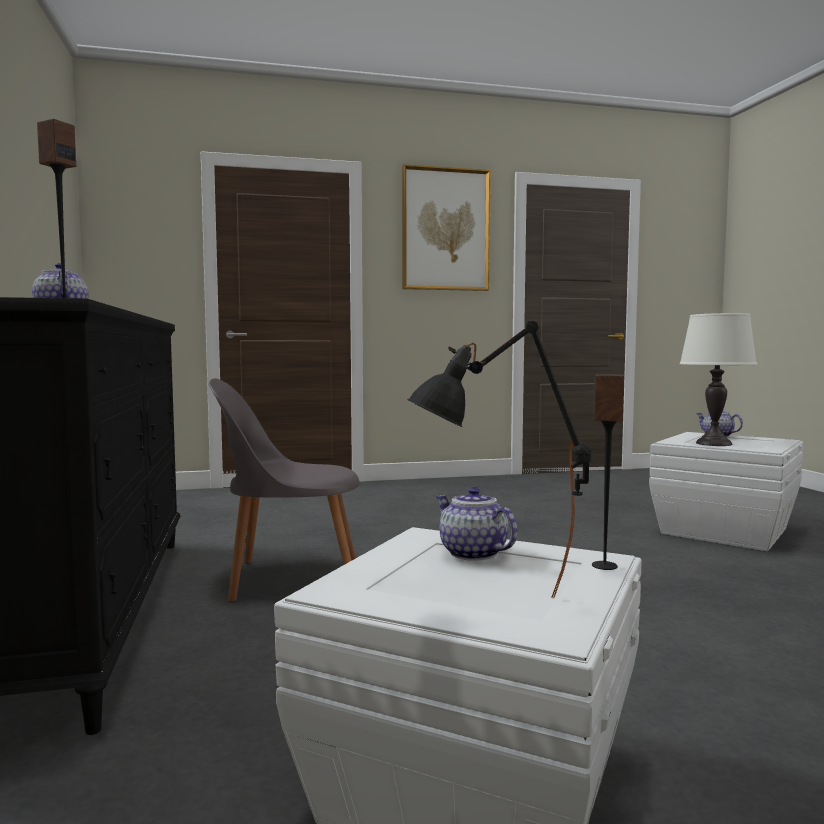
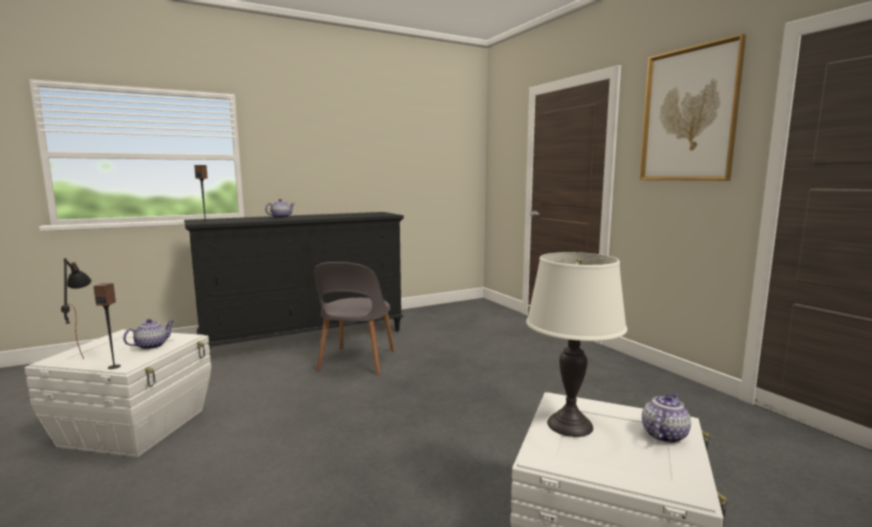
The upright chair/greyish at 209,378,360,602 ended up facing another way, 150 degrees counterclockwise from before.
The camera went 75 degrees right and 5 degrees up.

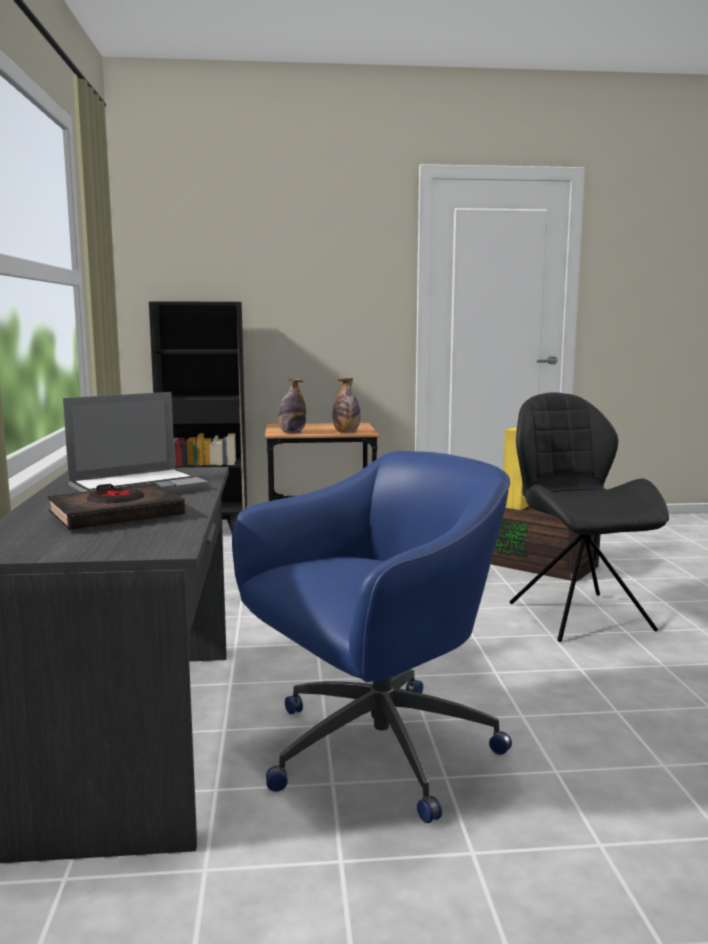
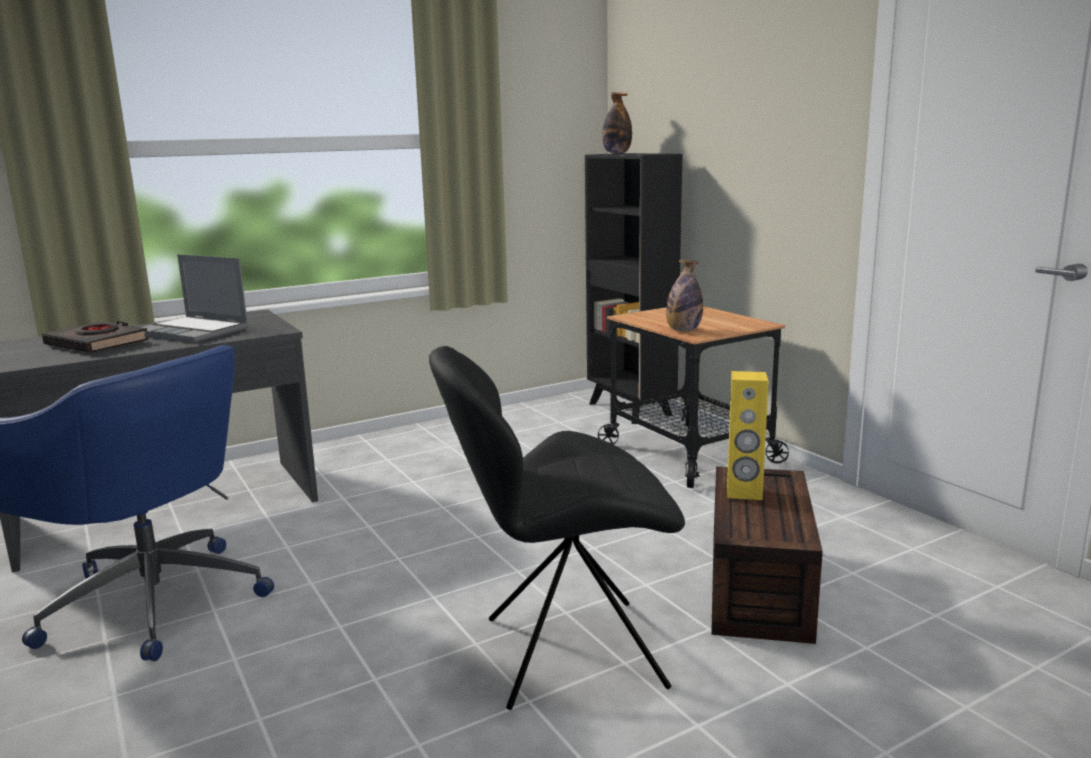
The bottle ended up elsewhere, having gone from 278,378,306,433 to 602,92,632,154.
The upright chair/black-coloured at 510,392,669,642 ended up facing another way, 150 degrees counterclockwise from before.
The camera went 65 degrees right and 5 degrees up.

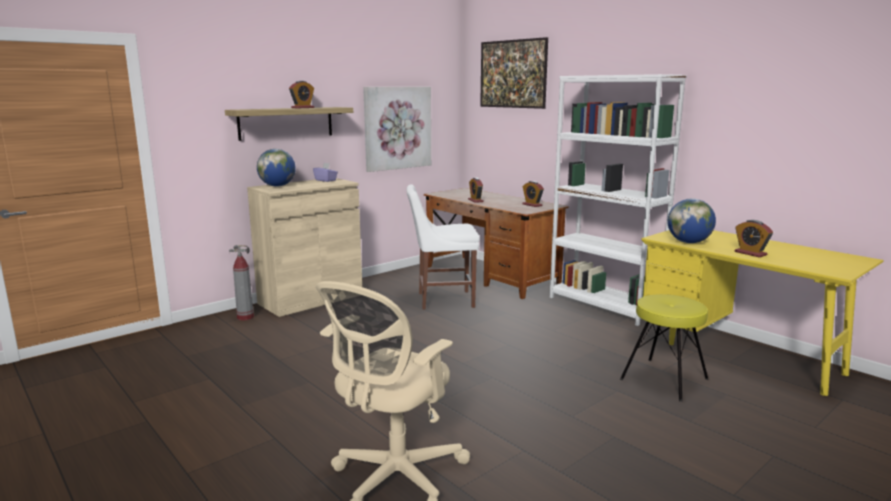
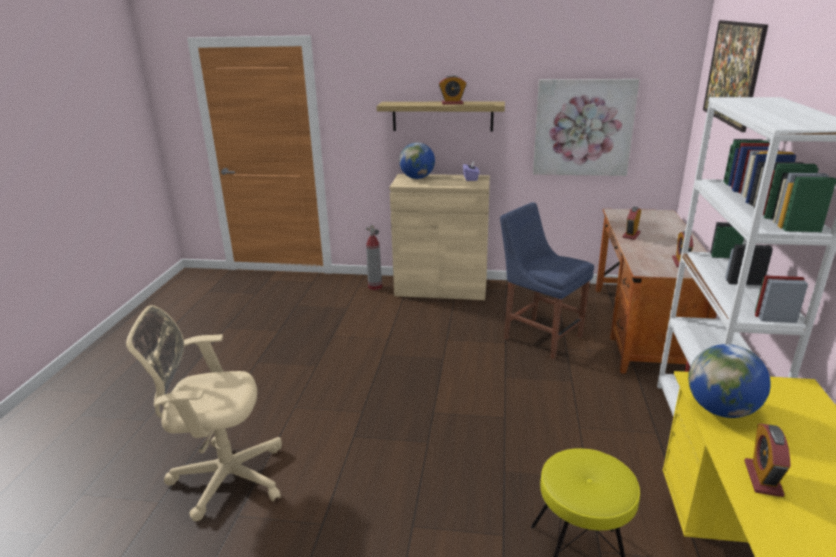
What was the upright chair/white at 407,185,480,310 turned into the upright chair/blue-coloured at 500,202,594,359.
The camera went 50 degrees right and 10 degrees up.

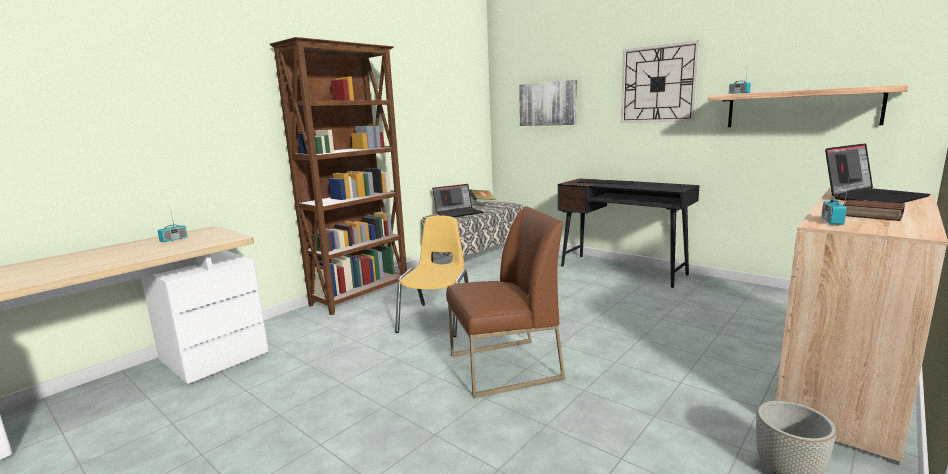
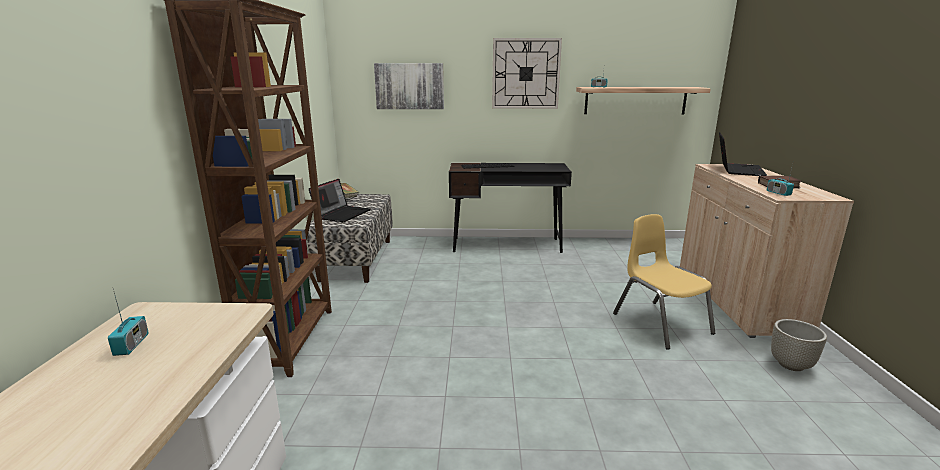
The upright chair/yellow-coloured ended up elsewhere, having gone from 395,216,469,337 to 613,214,716,350.
The second view lost the upright chair/brownish at 446,206,565,398.
The camera went 40 degrees left and 5 degrees up.

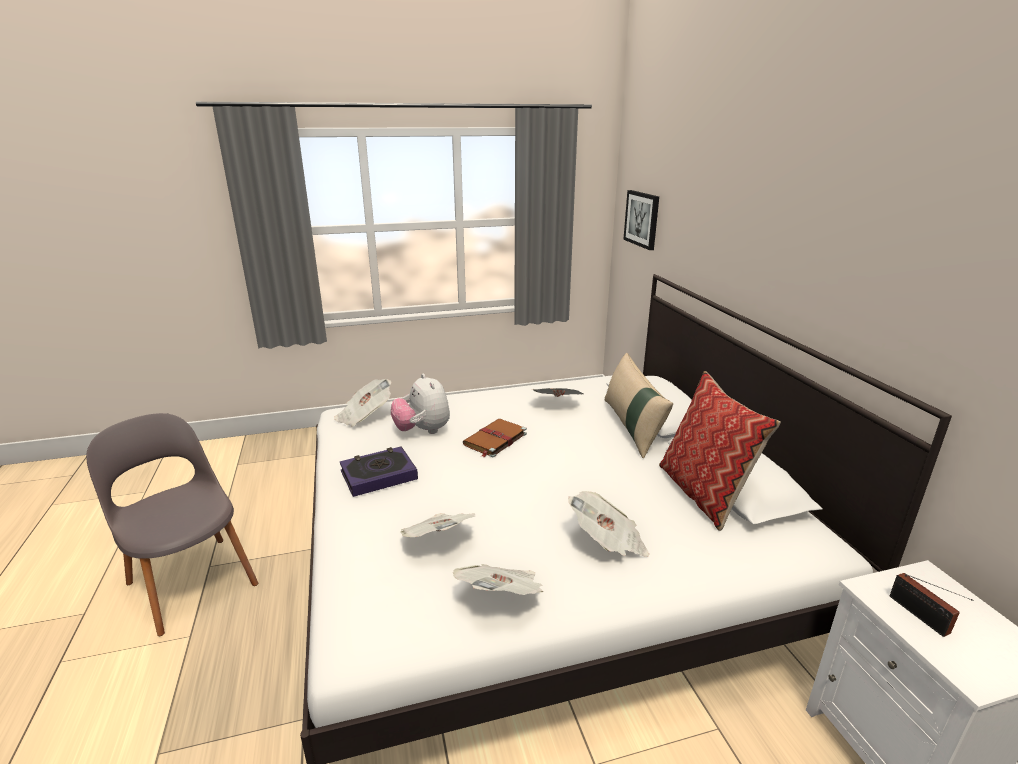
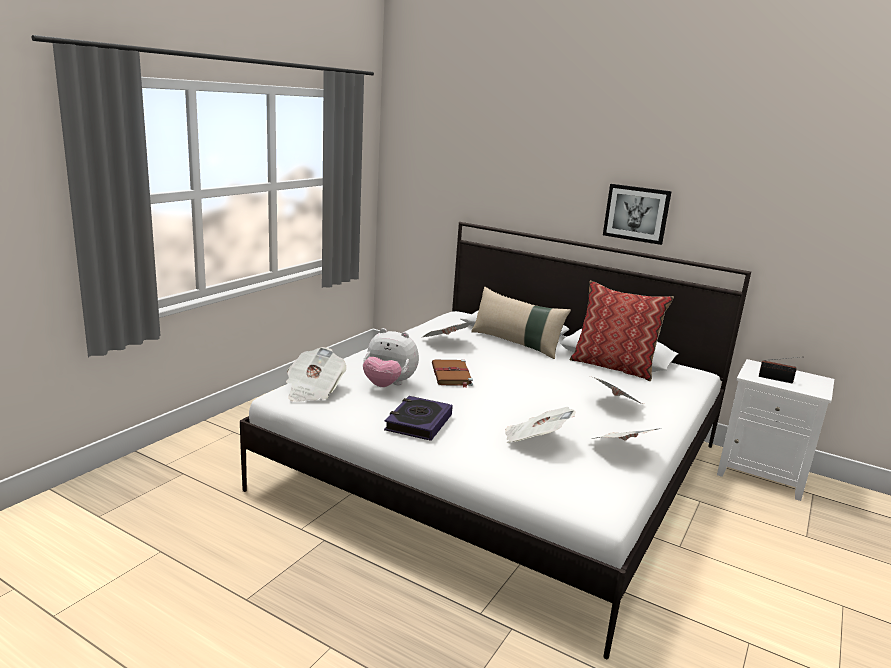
The second view lost the upright chair/greyish at 86,413,258,636.
The picture ended up elsewhere, having gone from 623,190,659,250 to 603,184,672,245.
The camera went 45 degrees left and 5 degrees down.

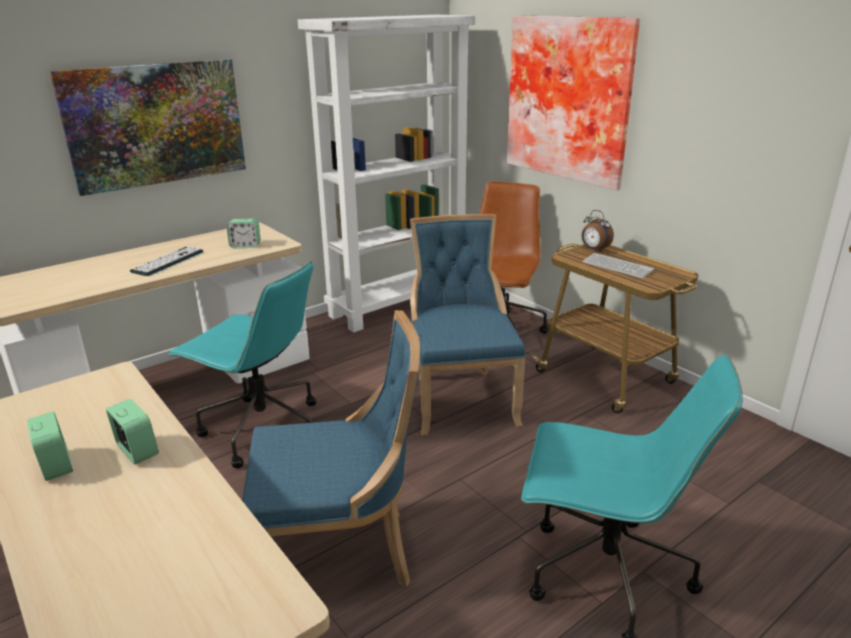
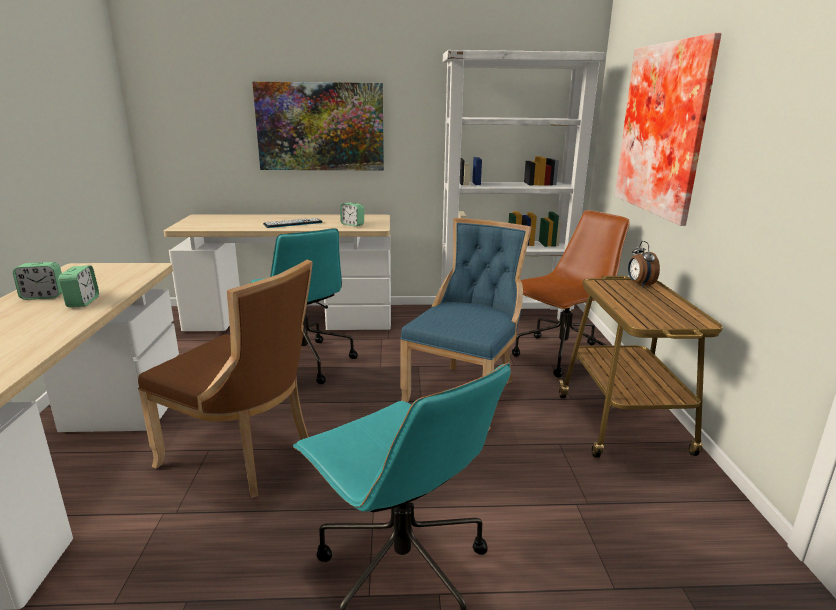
The table clock at 27,411,73,481 ended up facing another way, 75 degrees clockwise from before.
What was the upright chair/blue-coloured at 242,310,420,587 turned into the upright chair/brownish at 138,260,313,498.
The second view lost the PC keyboard at 582,253,654,278.
The camera went 35 degrees right and 5 degrees down.

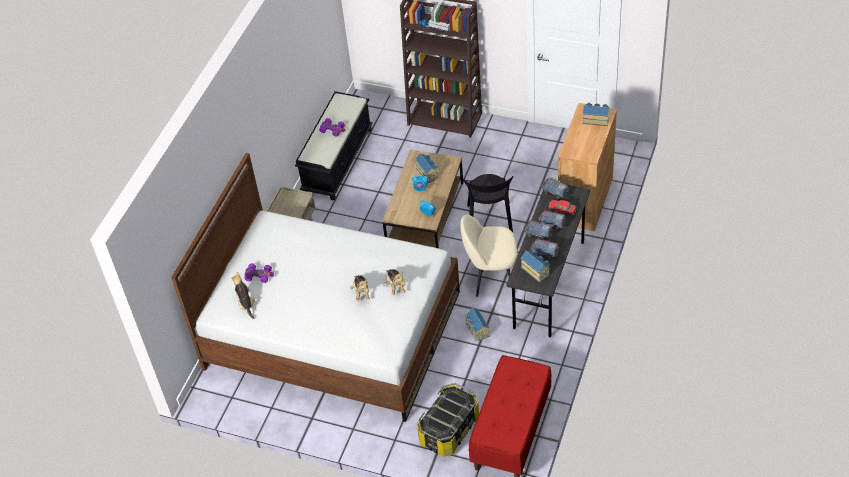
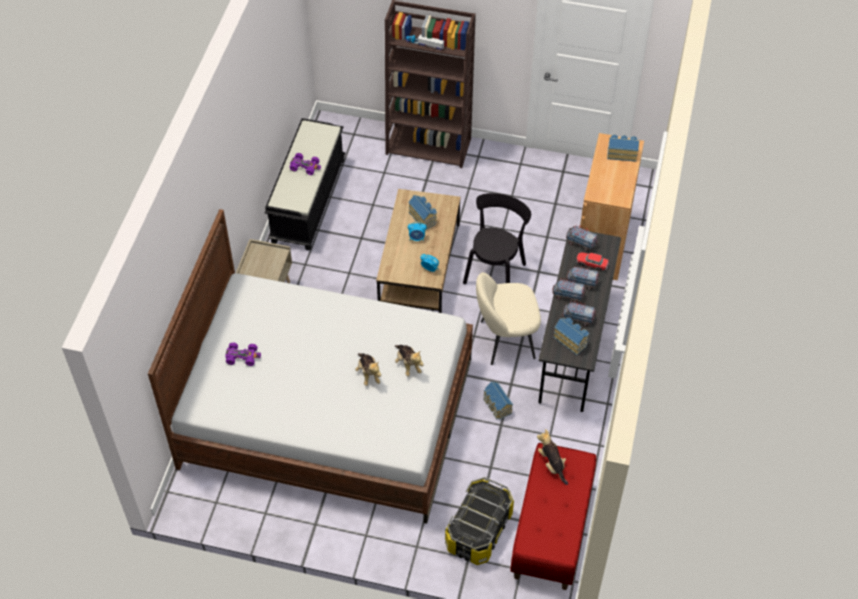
The plush toy ended up elsewhere, having gone from 232,272,256,319 to 537,429,568,485.
The upright chair/black-coloured at 463,174,513,233 ended up facing another way, 150 degrees counterclockwise from before.
The camera went 10 degrees left and 5 degrees up.

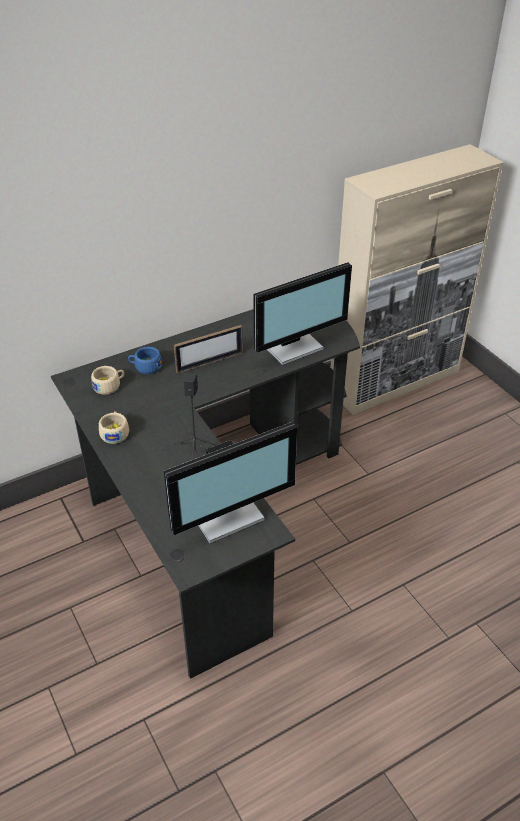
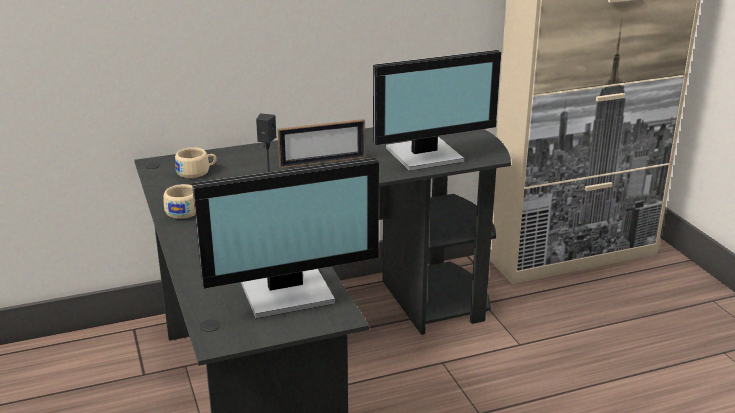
The second view lost the drinking cup/blue-coloured at 128,347,162,374.
The camera went 10 degrees right and 15 degrees down.

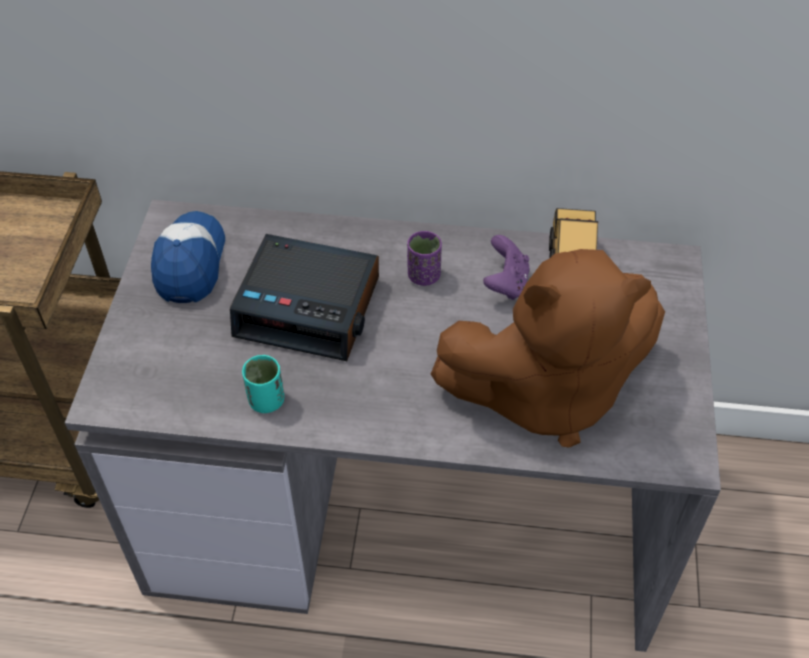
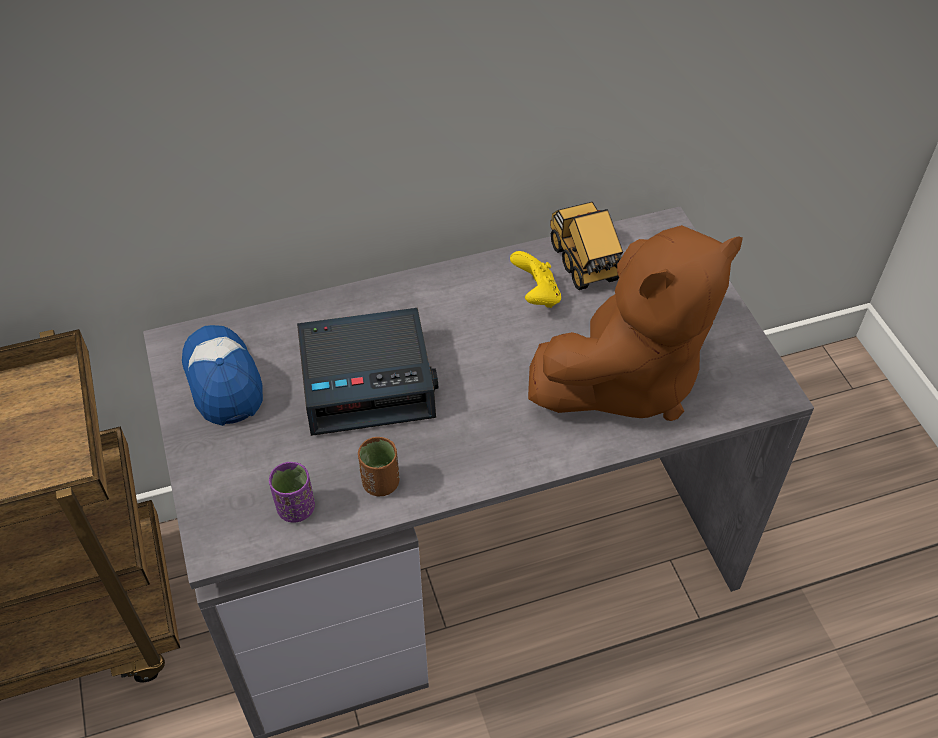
What was the drinking cup/blue-green at 242,355,284,413 turned into the drinking cup/brownish at 358,437,400,497.
The drinking cup/purplish ended up elsewhere, having gone from 407,231,442,286 to 269,462,315,523.
What was the game controller/purplish at 483,235,530,300 turned into the game controller/yellow-coloured at 510,251,561,308.
The camera went 25 degrees left and 0 degrees up.

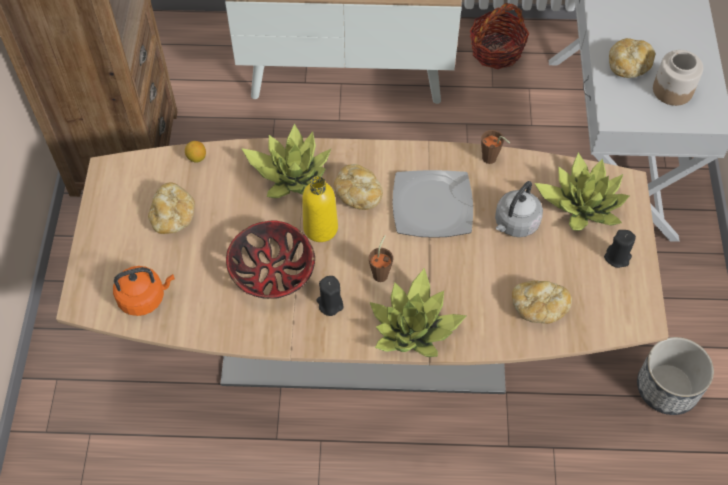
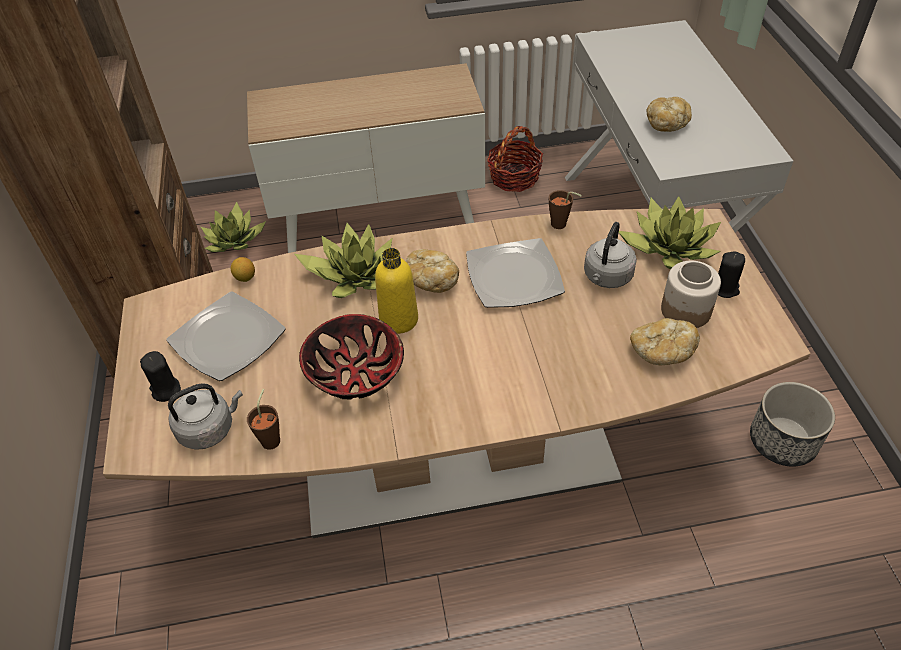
What was the kettle/orange-coloured at 113,266,175,316 turned into the kettle/greyish at 168,383,243,450.
Where the bakery bread stood at 148,183,195,234, the dinner plate came to stand at 166,292,286,381.
The wax candle/black-coloured ended up elsewhere, having gone from 317,276,344,316 to 140,351,181,402.
The drinking cup/brownish ended up elsewhere, having gone from 369,235,393,282 to 247,389,280,450.
The plant in a pot ended up elsewhere, having gone from 370,268,466,357 to 201,202,266,252.
The storage jar ended up elsewhere, having gone from 653,50,703,106 to 661,261,721,328.
The camera went 10 degrees left and 10 degrees down.

